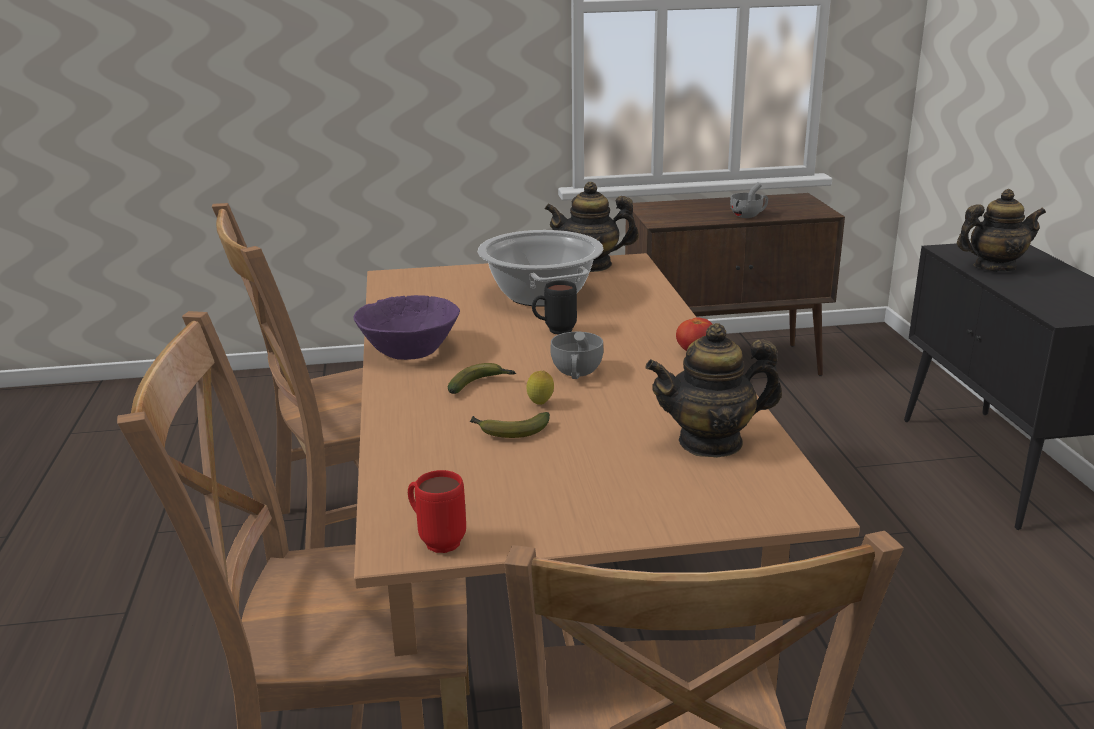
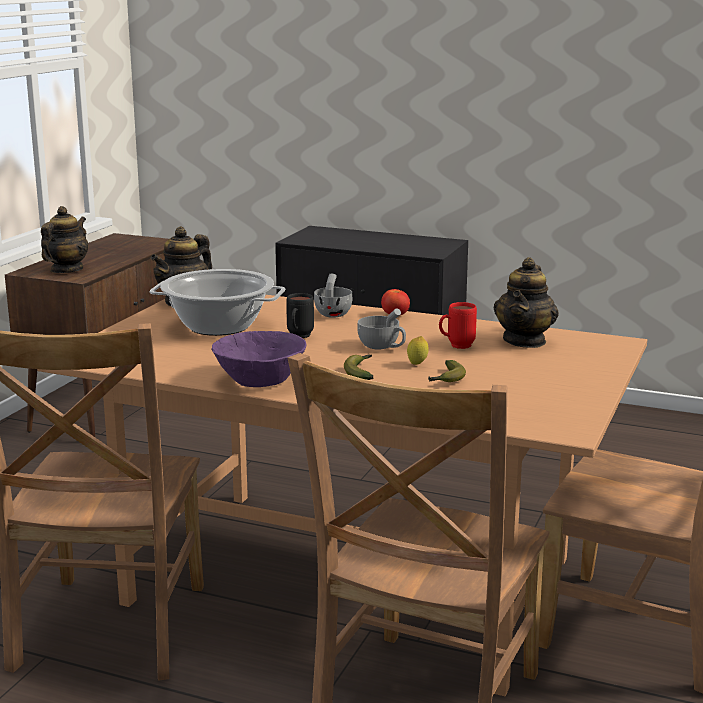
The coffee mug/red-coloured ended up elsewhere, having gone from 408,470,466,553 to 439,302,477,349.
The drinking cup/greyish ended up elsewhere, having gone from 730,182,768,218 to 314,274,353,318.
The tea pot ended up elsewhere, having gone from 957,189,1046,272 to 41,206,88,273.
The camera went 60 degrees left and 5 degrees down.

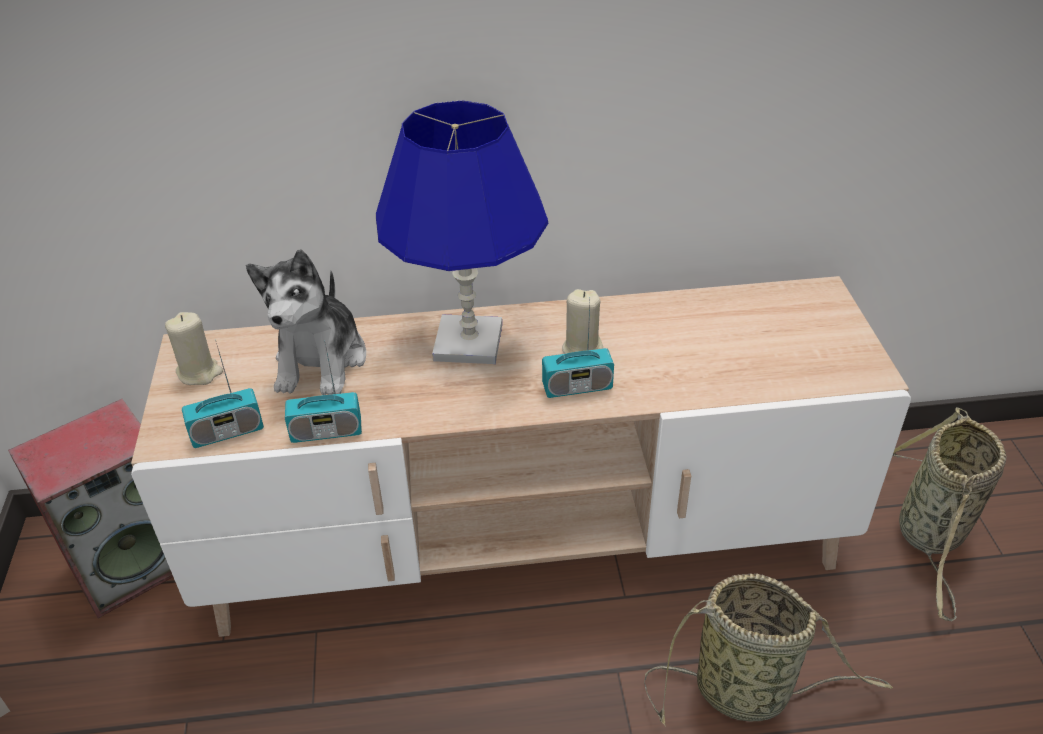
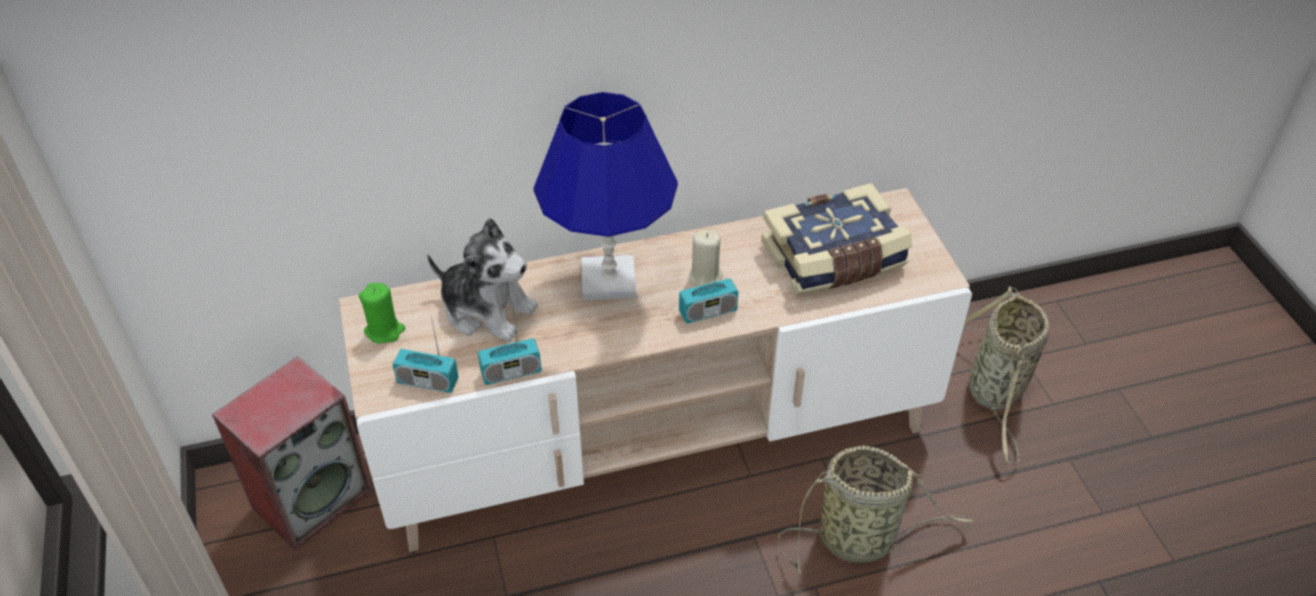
What was the wax candle/sand-coloured at 165,312,223,385 turned into the wax candle/green at 359,283,405,344.
The radio receiver at 182,340,264,448 ended up facing another way, 45 degrees clockwise from before.
The plush toy at 246,249,366,395 ended up facing another way, 60 degrees counterclockwise from before.
The second view gained the volume at 761,183,912,296.
The camera went 10 degrees left and 5 degrees up.

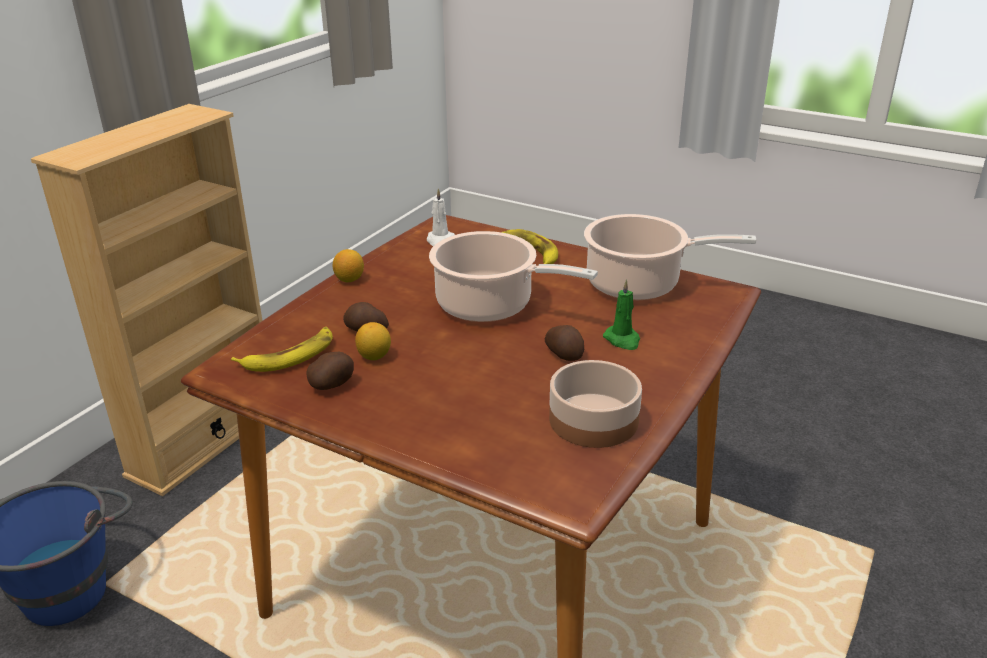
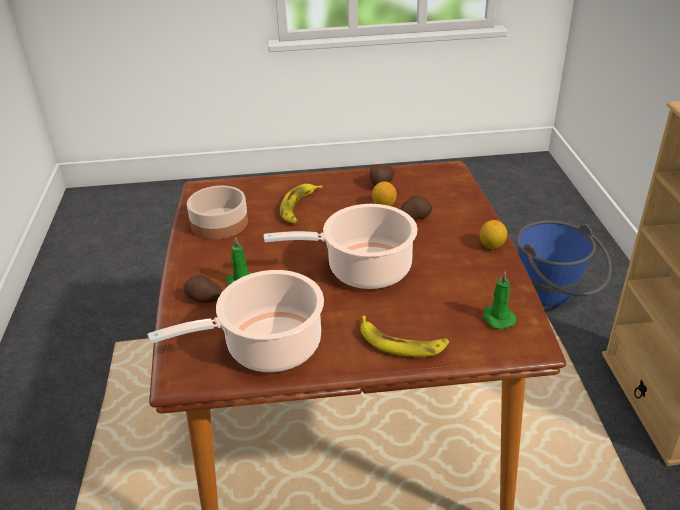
The banana ended up elsewhere, having gone from 231,327,333,372 to 280,184,322,223.
What was the wax candle/white at 427,188,455,246 turned into the wax candle/green at 482,271,516,329.
The potato ended up elsewhere, having gone from 545,325,584,361 to 184,275,222,303.
The camera went 145 degrees right and 5 degrees up.

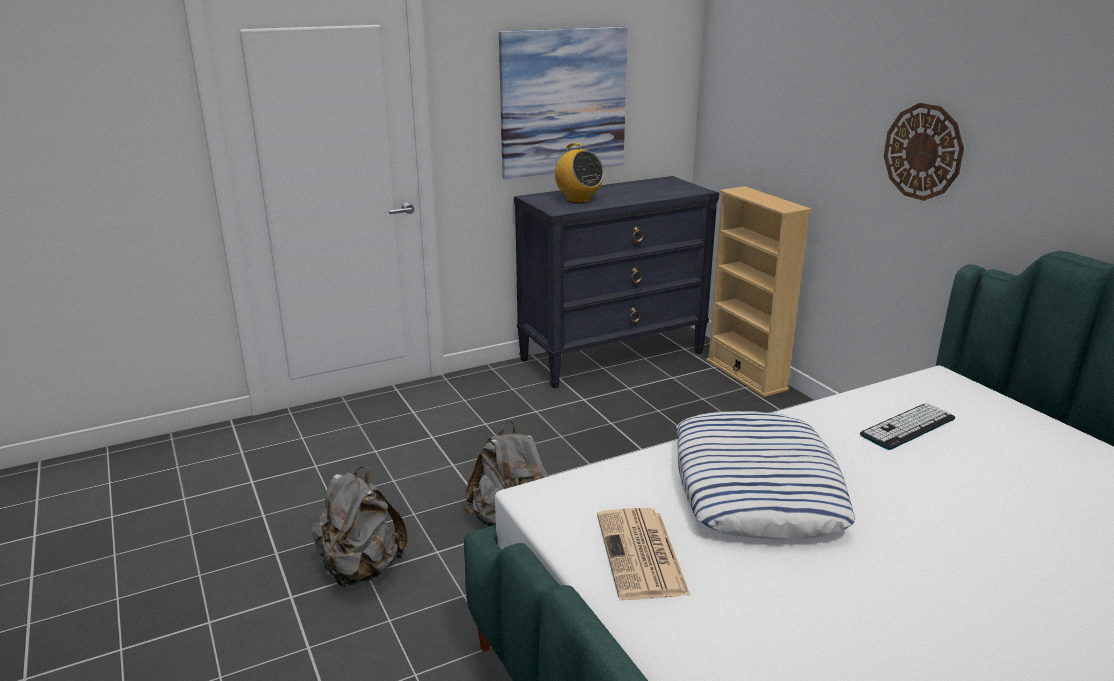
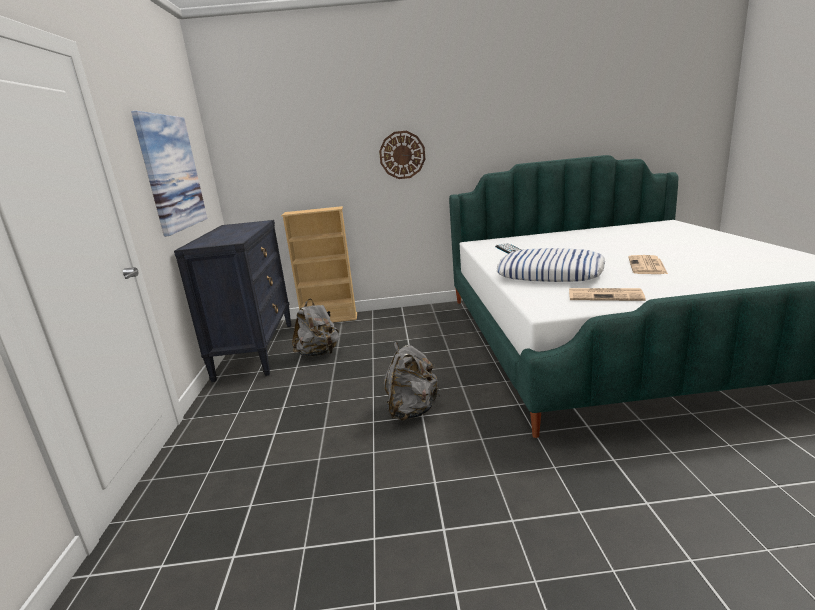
The backpack/greyish ended up elsewhere, having gone from 311,467,408,587 to 292,299,339,357.
The second view lost the radio receiver at 553,143,604,203.
The second view gained the newspaper at 628,255,668,274.
The camera went 65 degrees left and 5 degrees down.

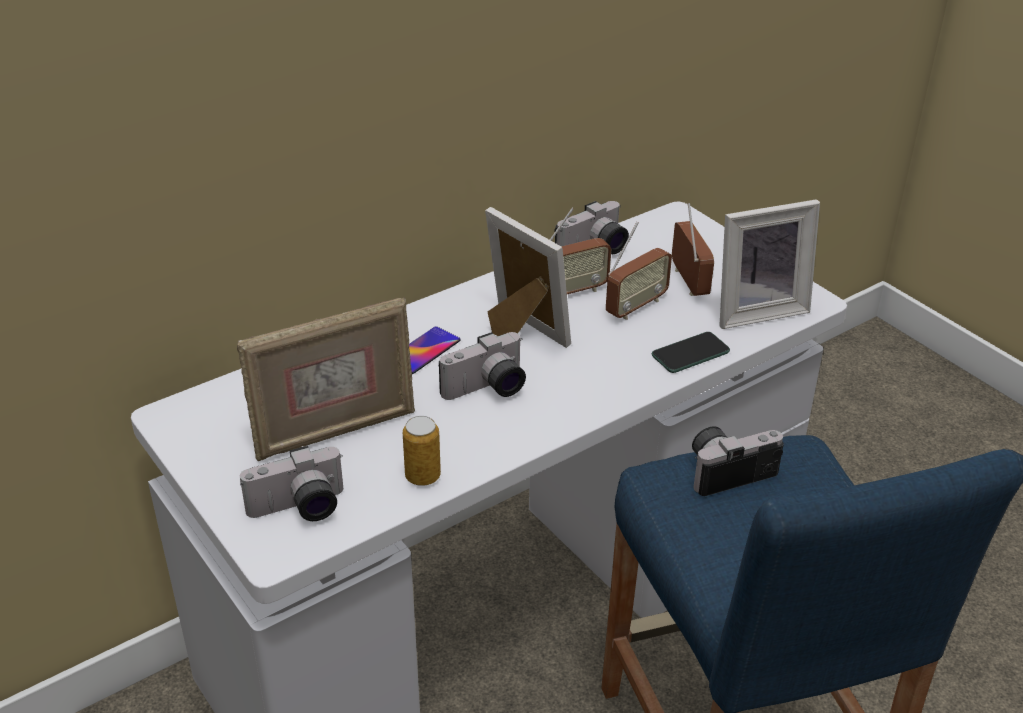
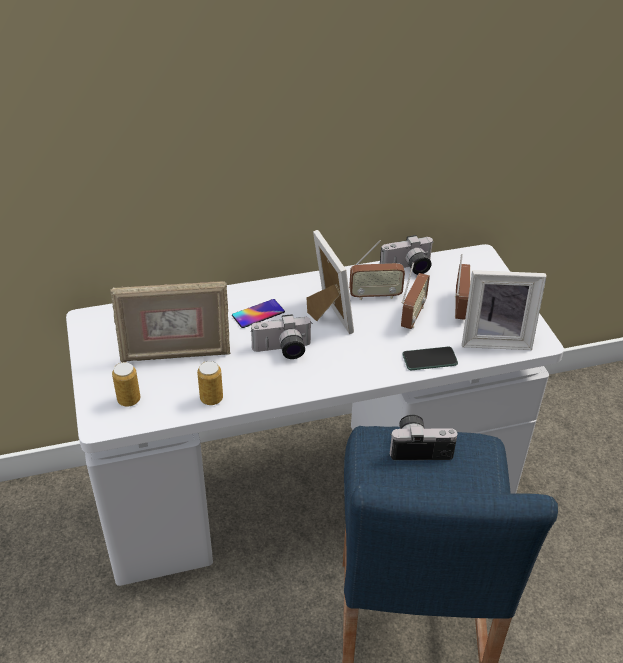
Where the photo camera stood at 240,446,343,521, the can came to stand at 112,362,140,407.
The radio receiver at 606,222,672,320 ended up facing another way, 45 degrees counterclockwise from before.
The camera went 20 degrees right and 5 degrees up.

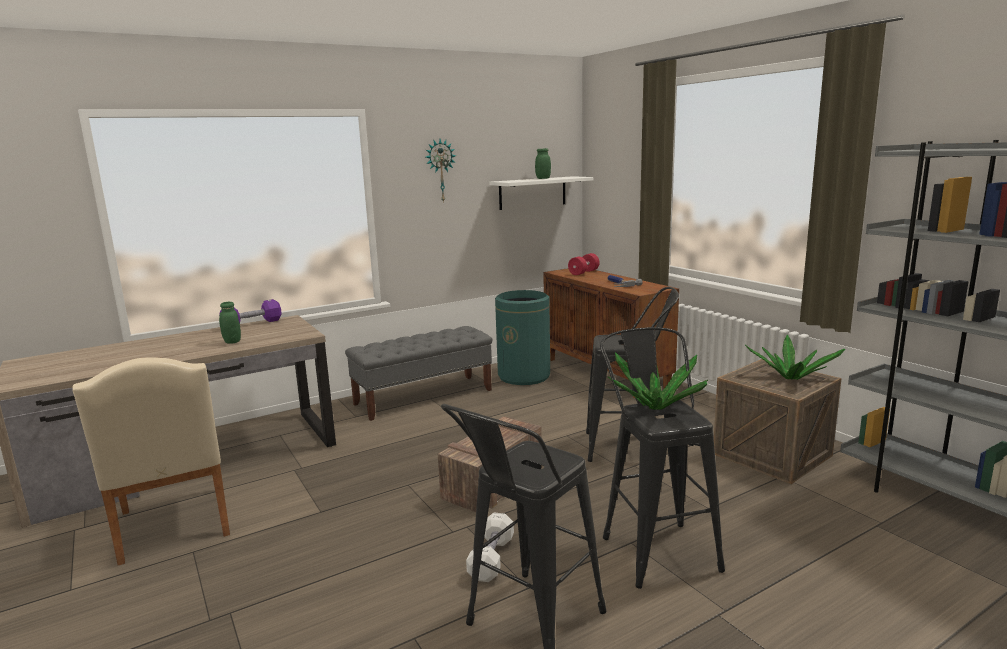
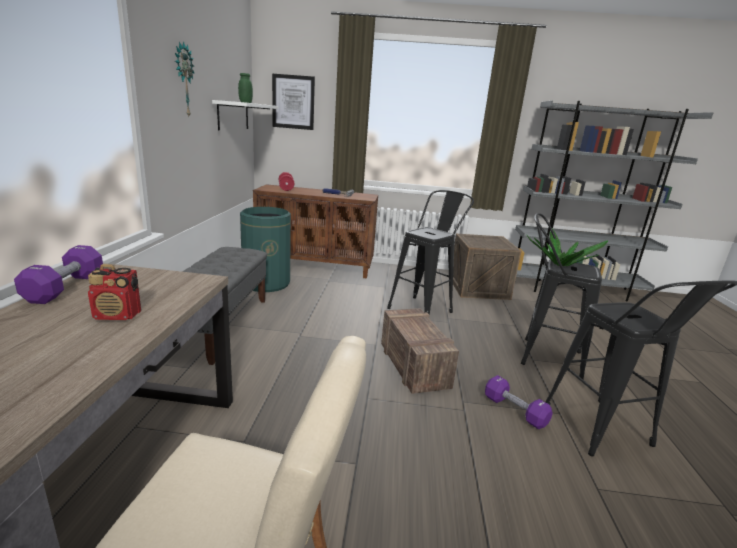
Where the storage jar/green stood at 219,302,241,344, the radio receiver came to stand at 88,264,141,320.
What was the dumbbell/white at 466,512,514,582 turned into the dumbbell/purplish at 485,375,553,429.
The second view lost the plant in a pot at 745,334,845,380.
The second view gained the picture at 272,74,315,130.
The camera went 55 degrees left and 5 degrees up.

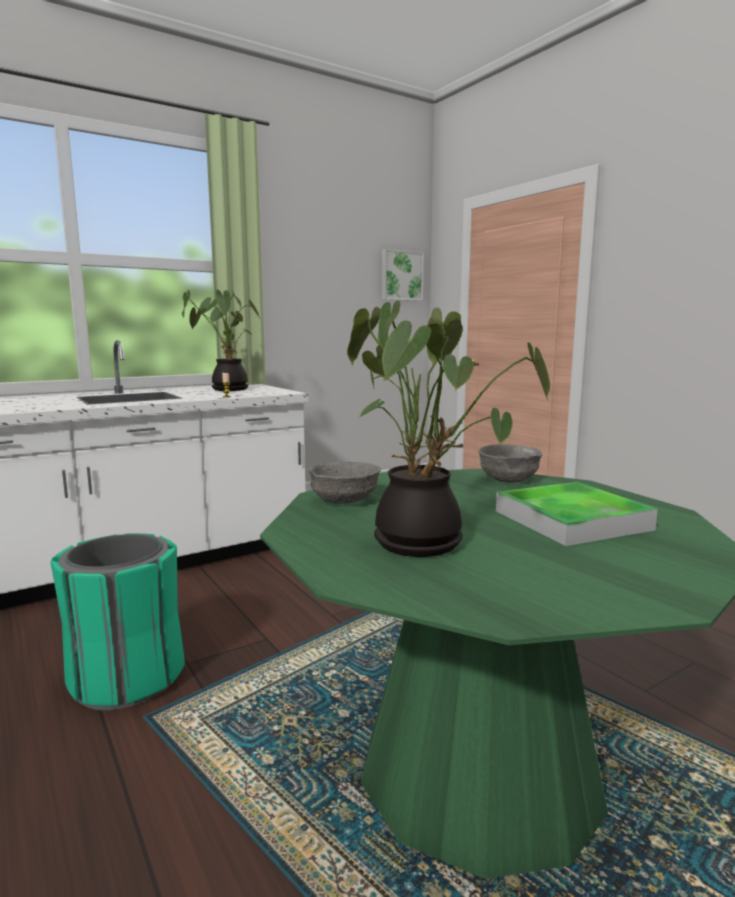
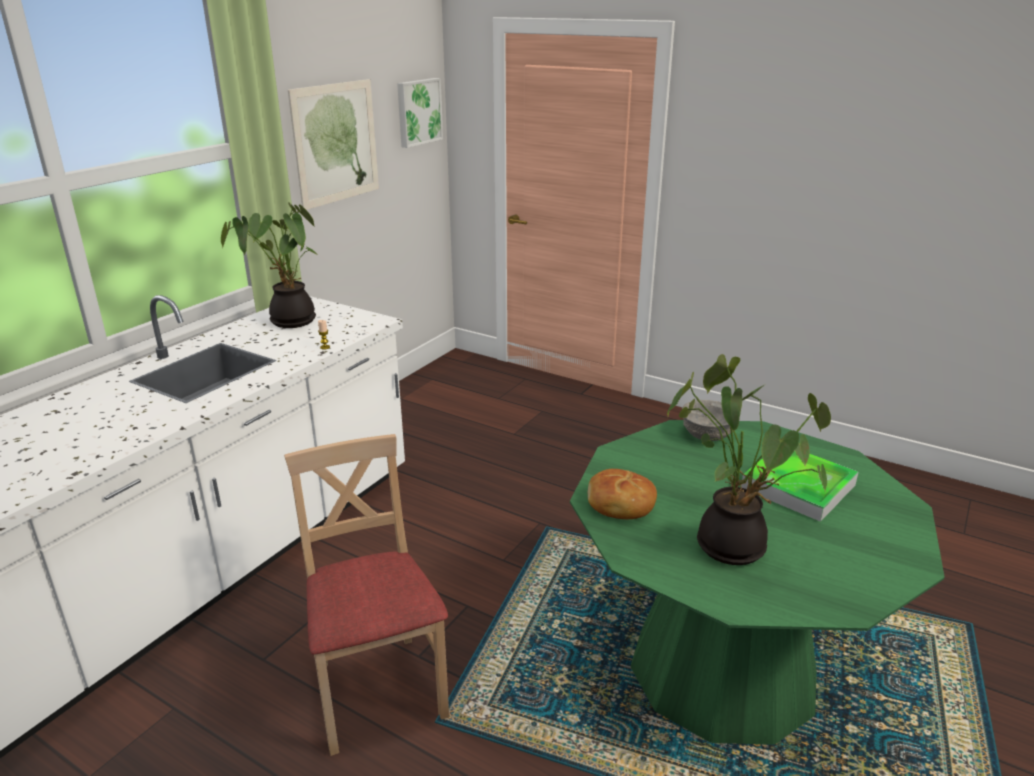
Where the trash can/green stood at 51,533,185,711, the upright chair/sand-coloured came to stand at 284,434,449,756.
Where the deep dish/greyish stood at 309,462,381,504, the bakery bread came to stand at 588,469,657,519.
The second view gained the picture at 288,79,379,210.
The camera went 25 degrees left and 15 degrees up.

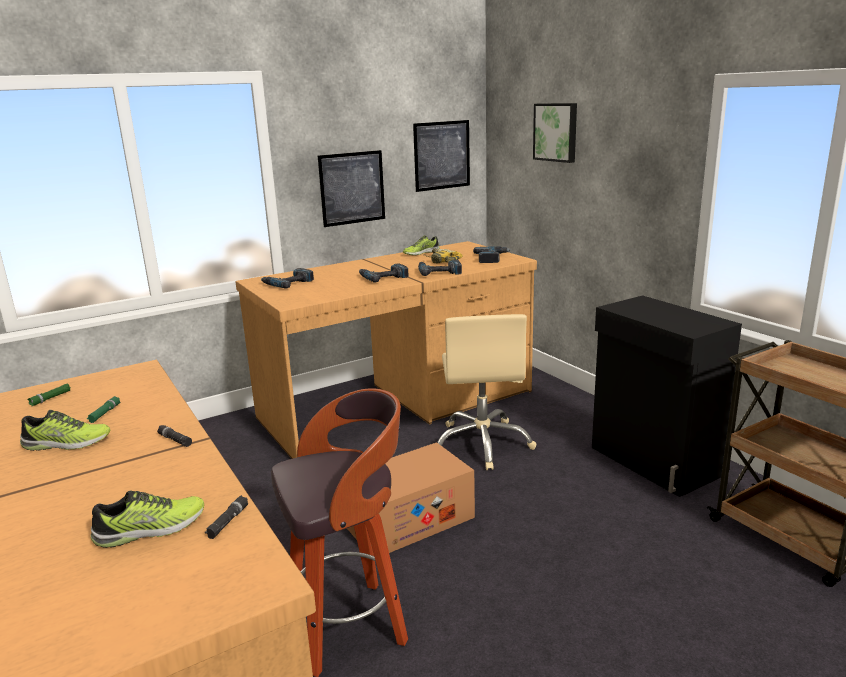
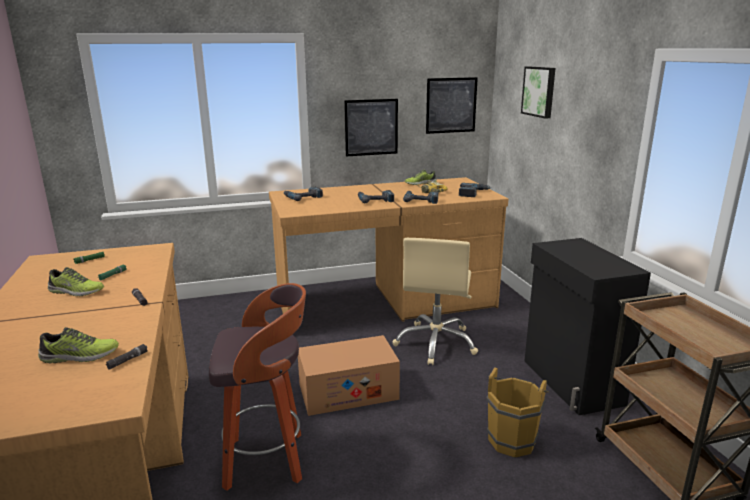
The second view gained the bucket/brownish at 486,367,549,457.
The camera went 15 degrees right and 0 degrees up.

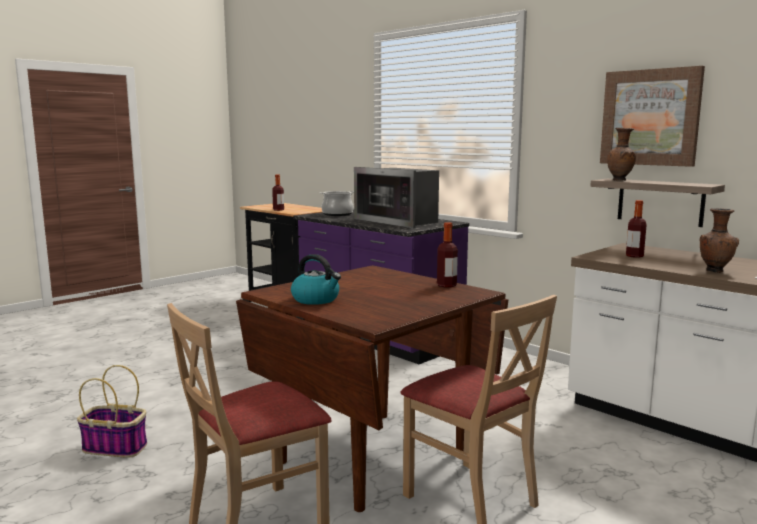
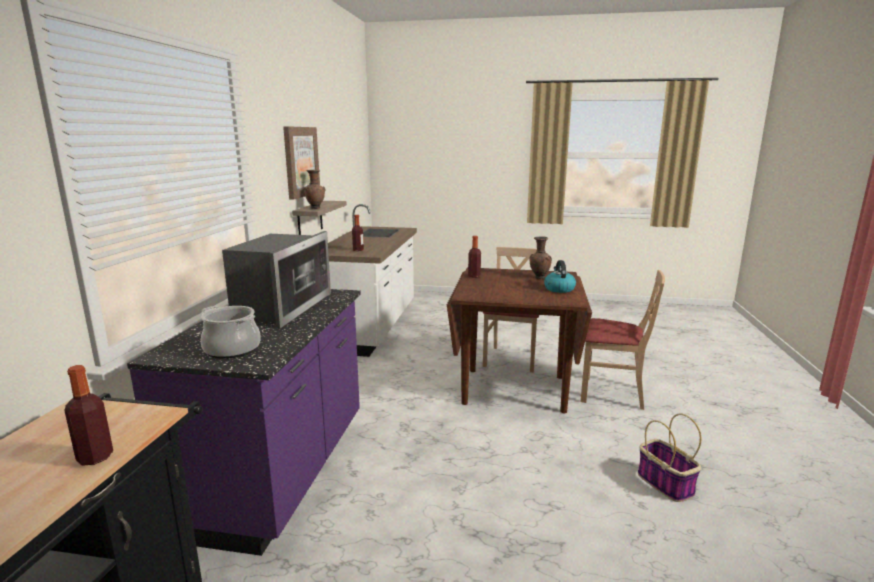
The vase/brownish ended up elsewhere, having gone from 700,208,739,273 to 529,236,552,279.
The camera went 125 degrees left and 5 degrees up.

